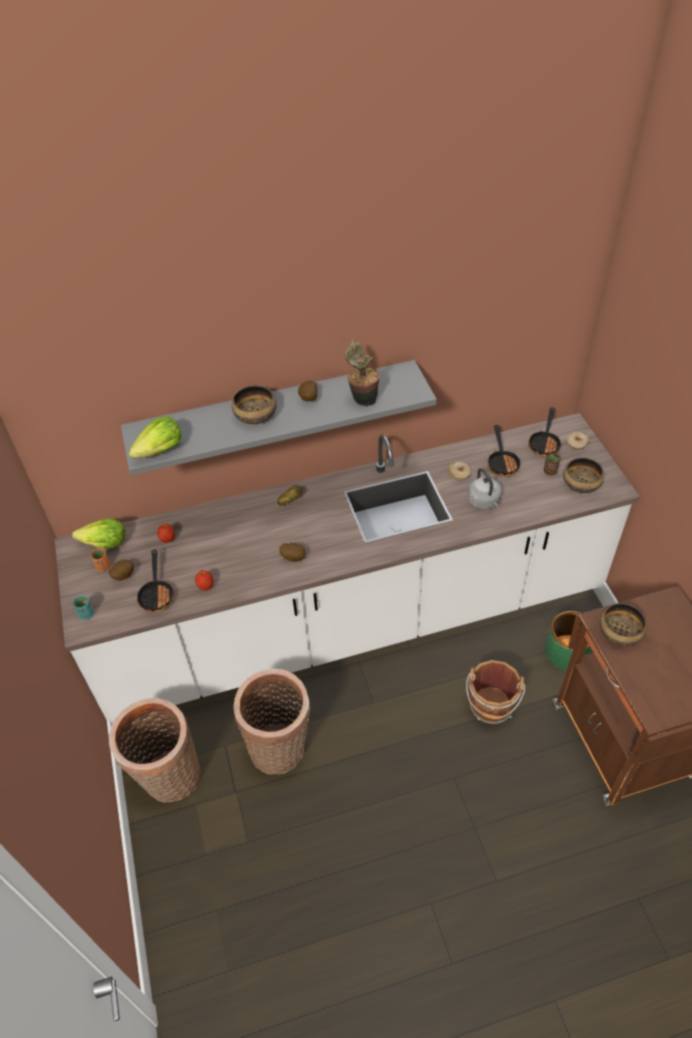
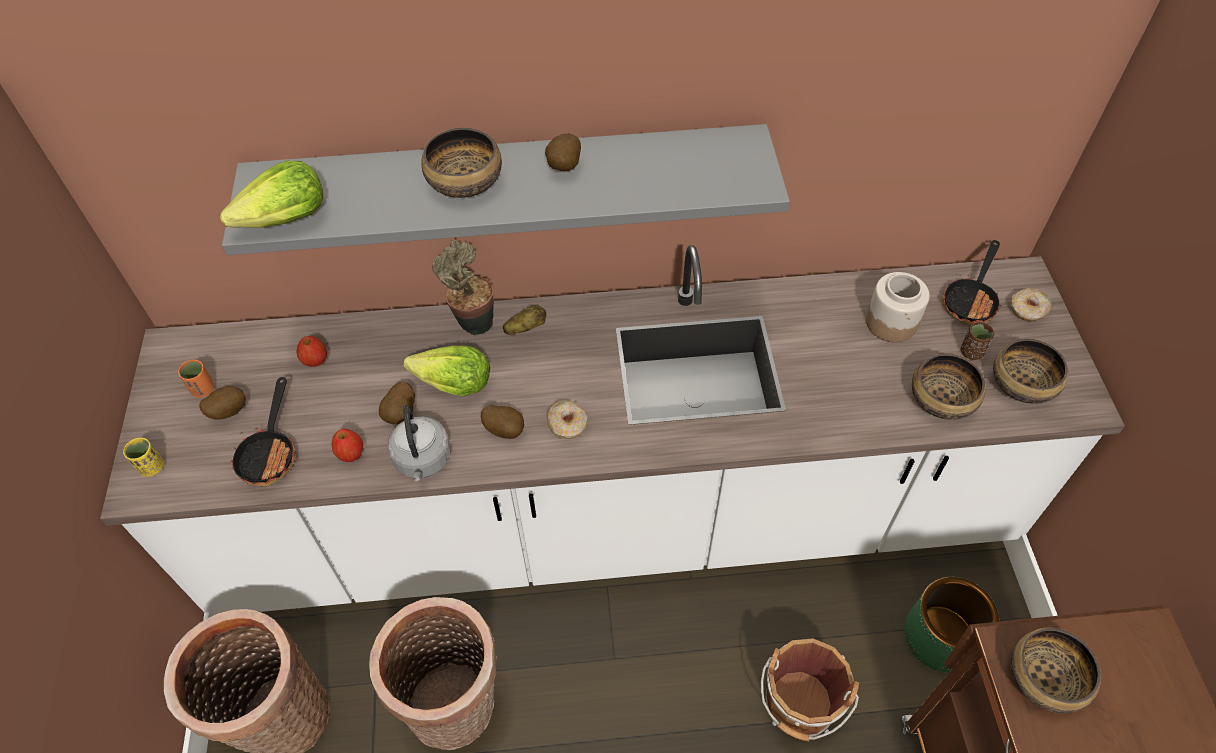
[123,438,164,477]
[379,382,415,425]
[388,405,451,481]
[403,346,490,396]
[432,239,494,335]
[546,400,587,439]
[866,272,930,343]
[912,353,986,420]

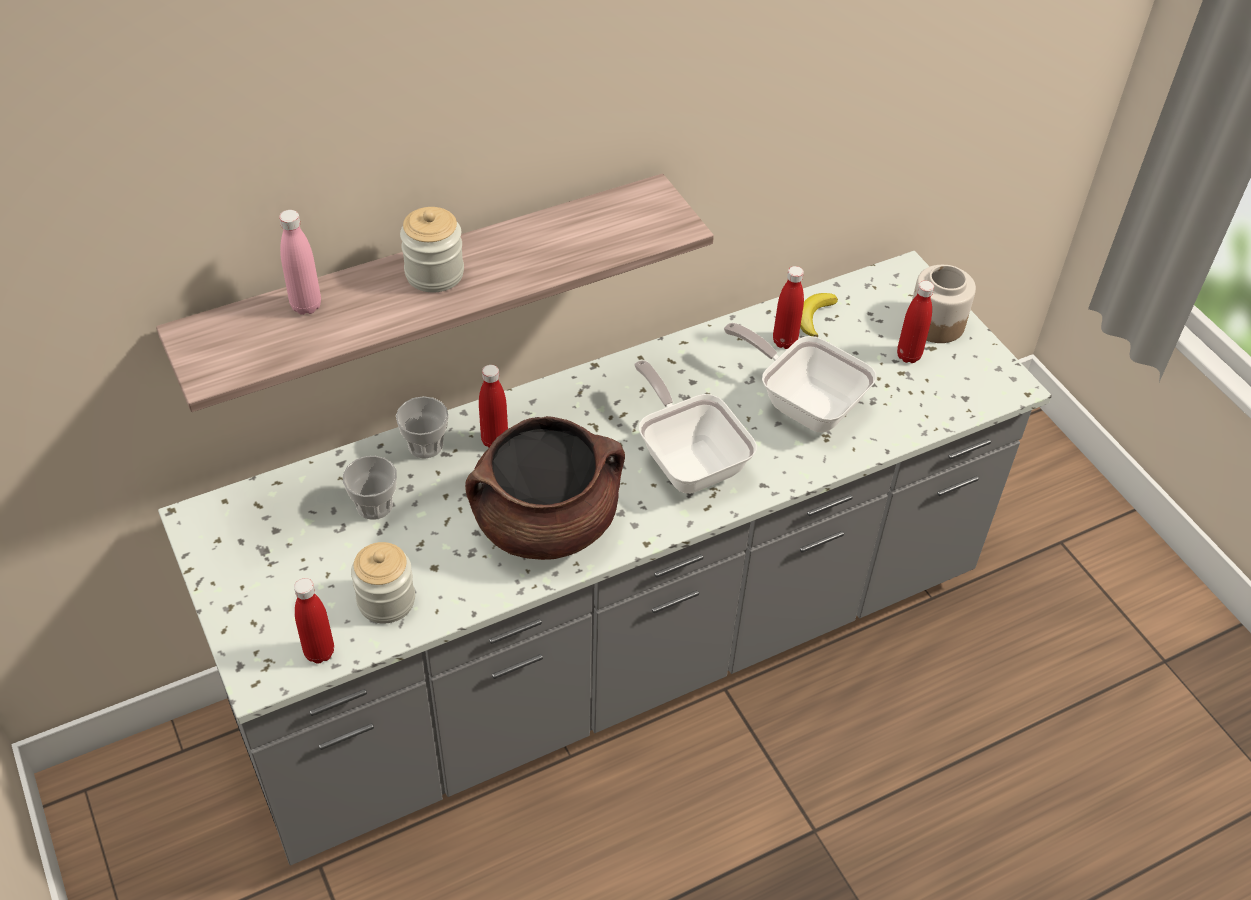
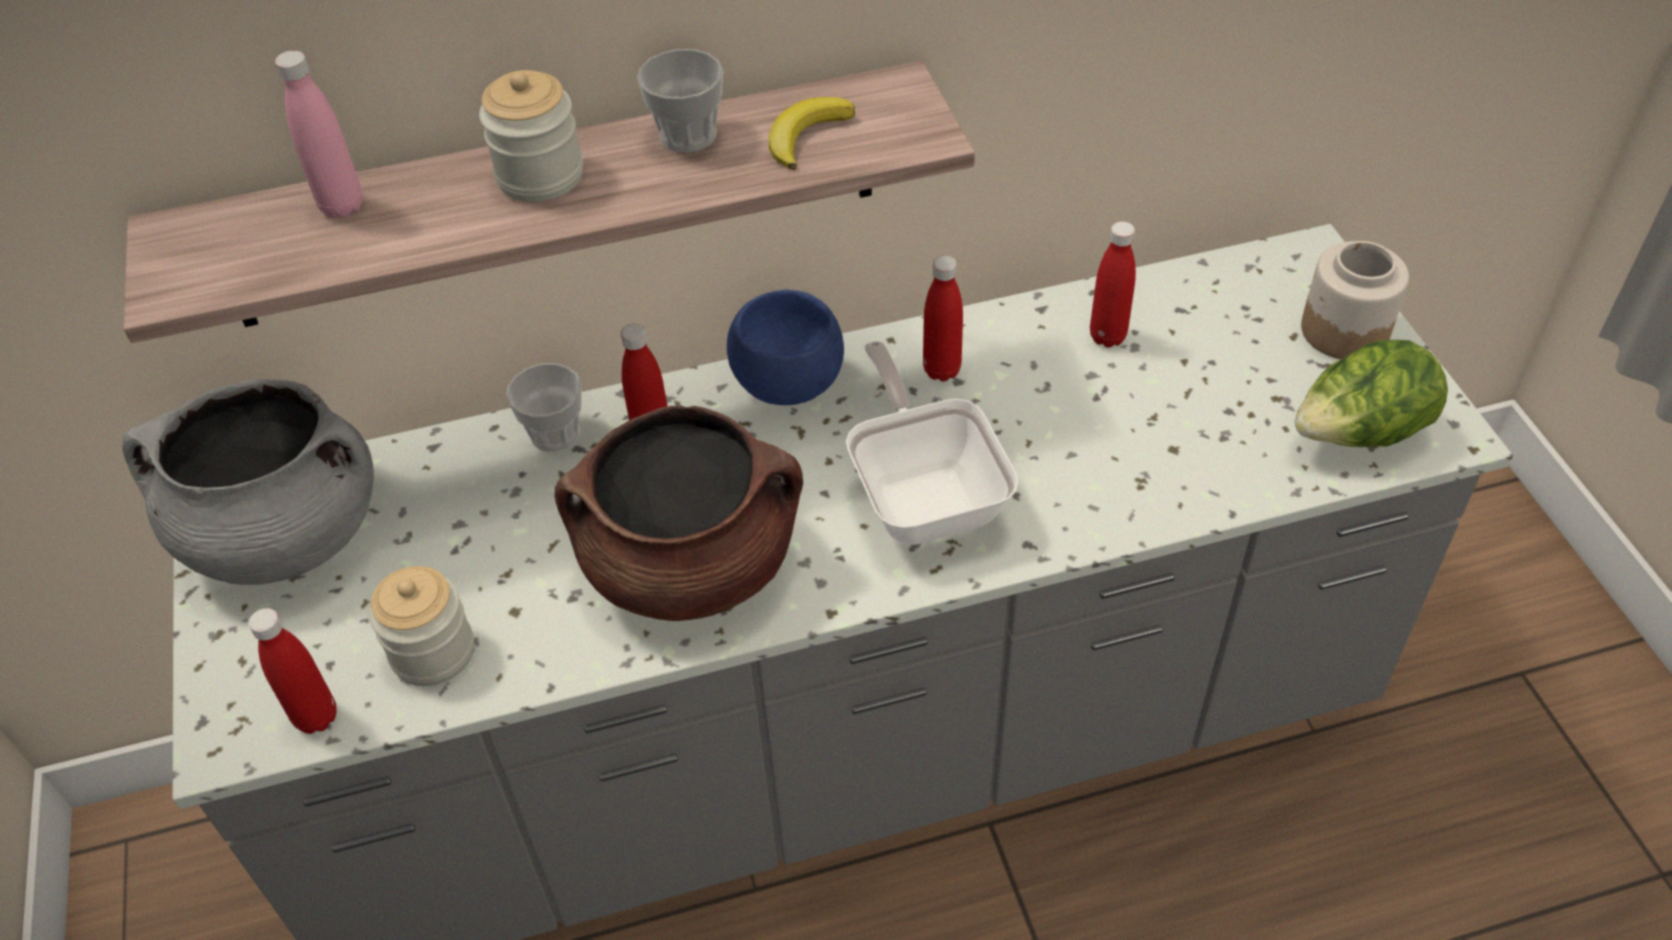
[122,379,374,585]
[637,49,723,153]
[727,289,844,405]
[769,97,855,170]
[923,255,963,381]
[1295,340,1448,447]
[724,323,876,432] (first image)

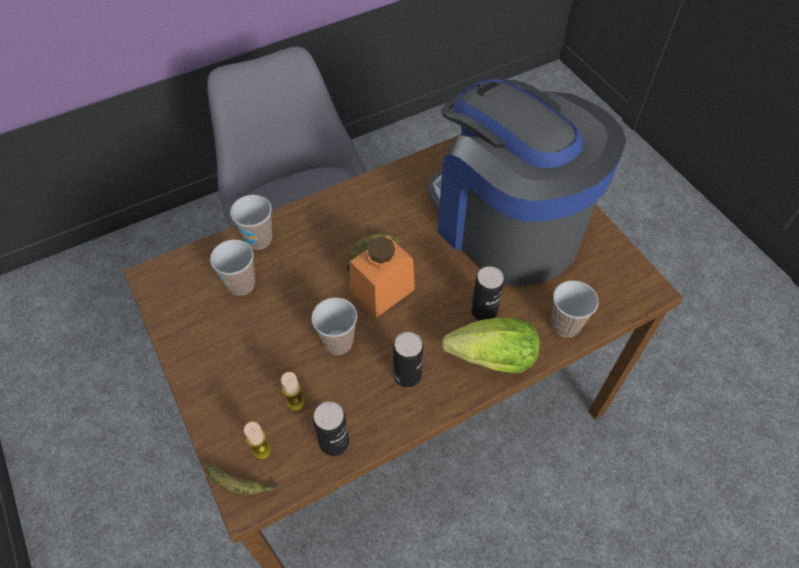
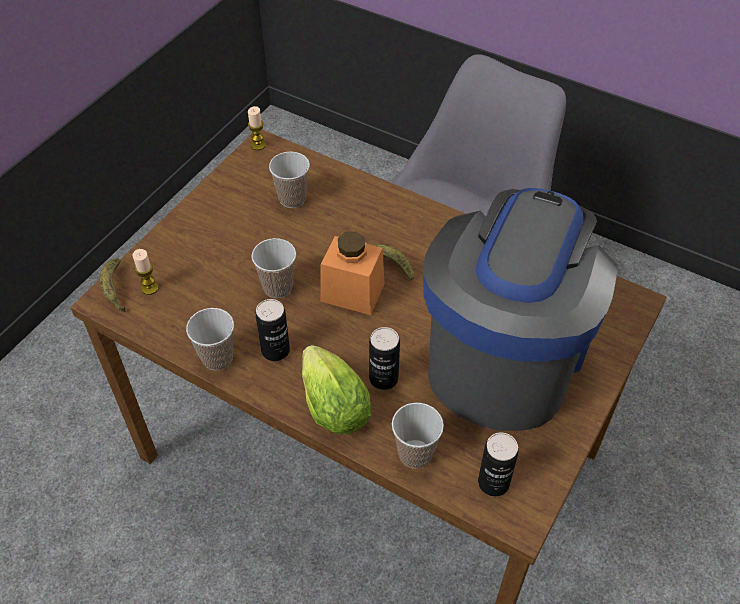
[186,308,234,371]
[248,106,266,150]
[478,433,519,496]

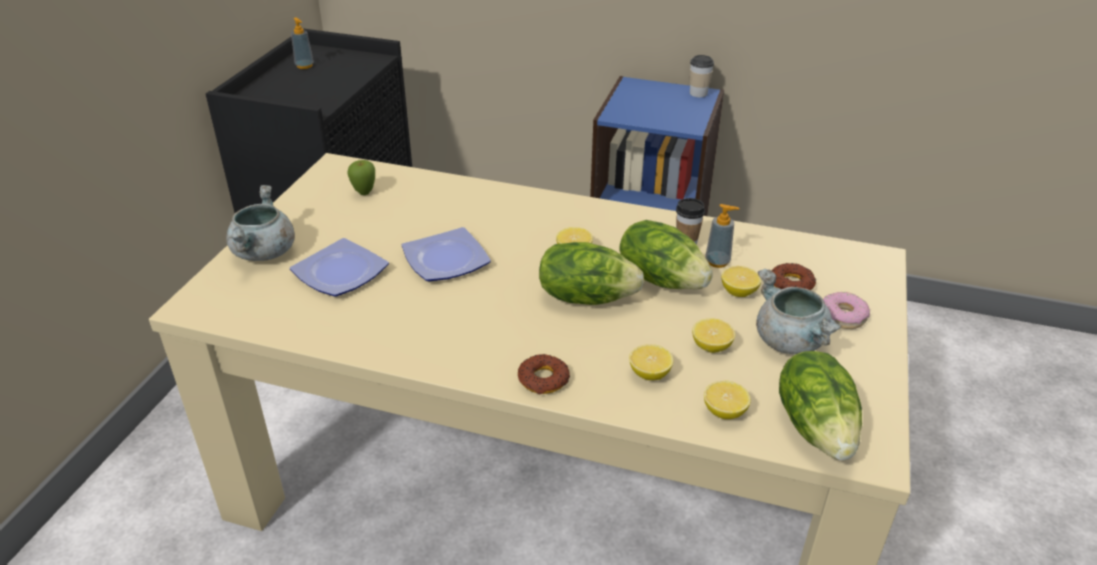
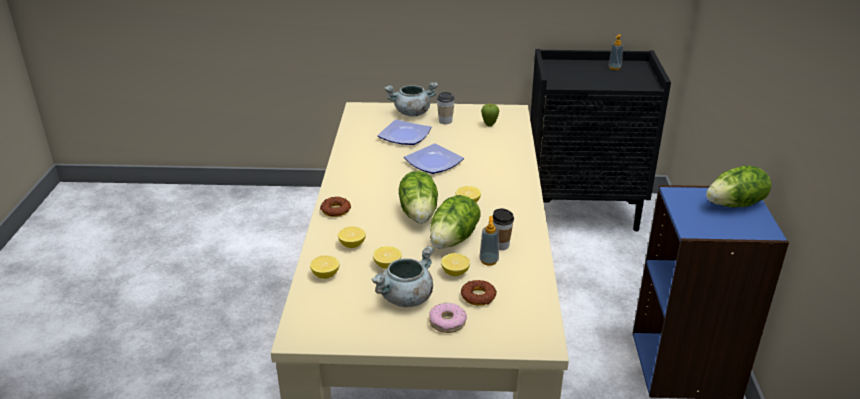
[437,92,455,124]
[706,166,772,207]

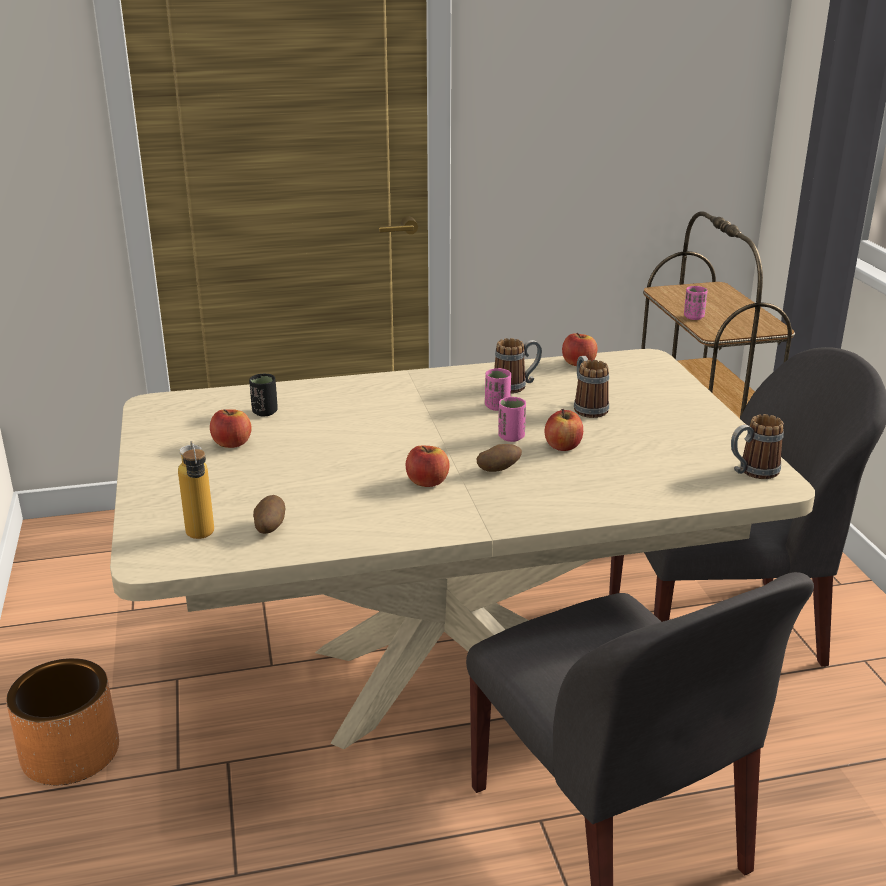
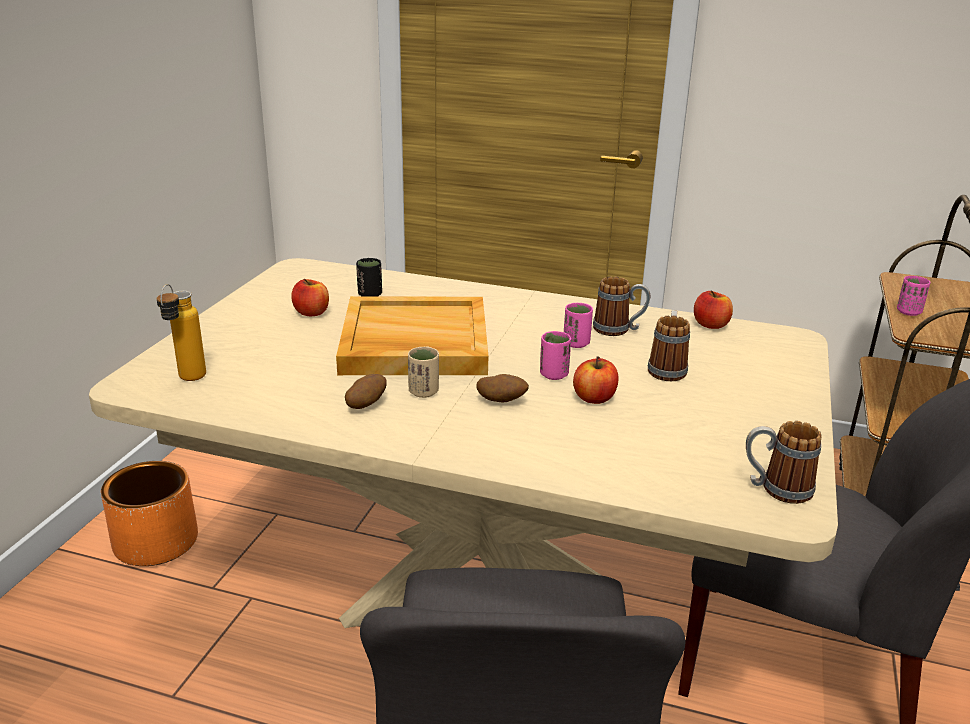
[336,296,488,375]
[345,374,386,409]
[408,347,439,398]

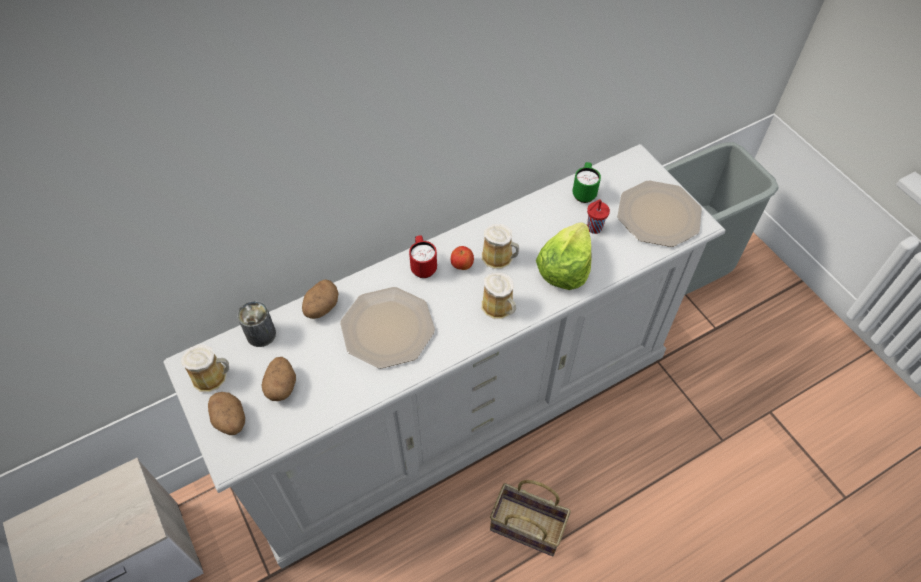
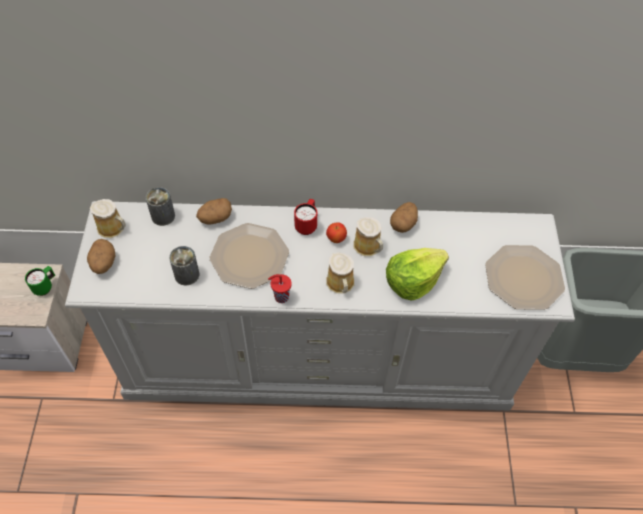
[25,266,55,296]
[169,246,199,285]
[268,274,292,303]
[390,202,418,233]
[490,480,571,556] (first image)

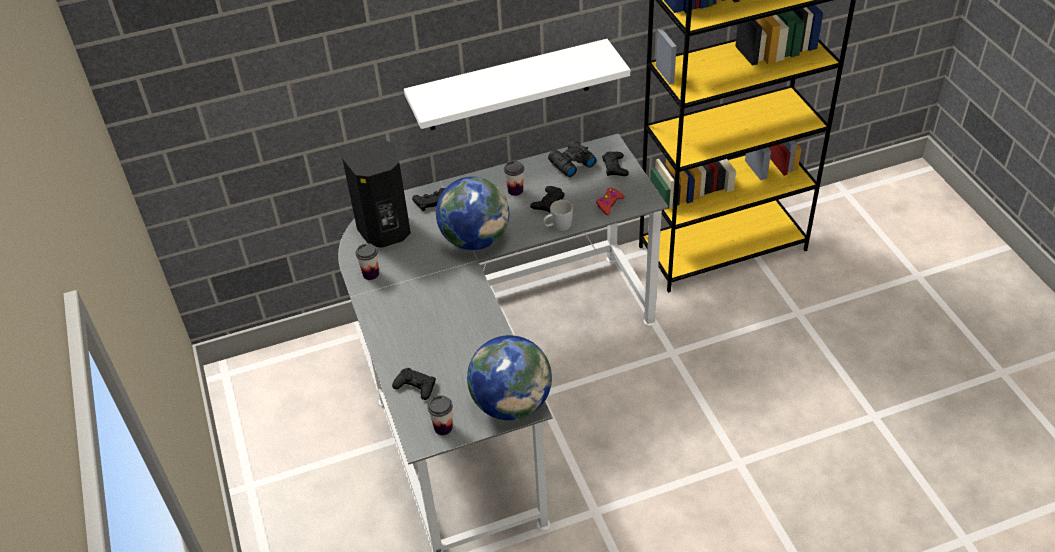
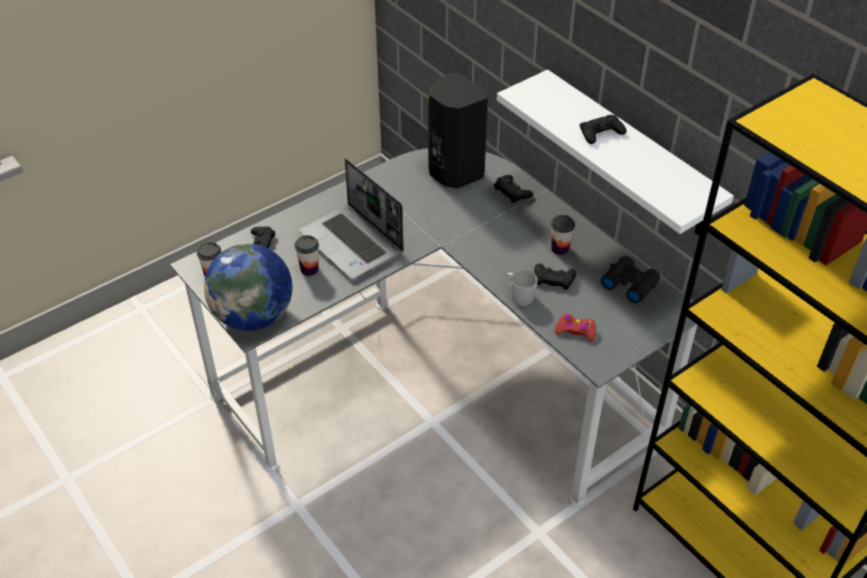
[295,235,319,276]
[299,158,404,280]
[580,115,627,144]
[436,177,509,250] (first image)

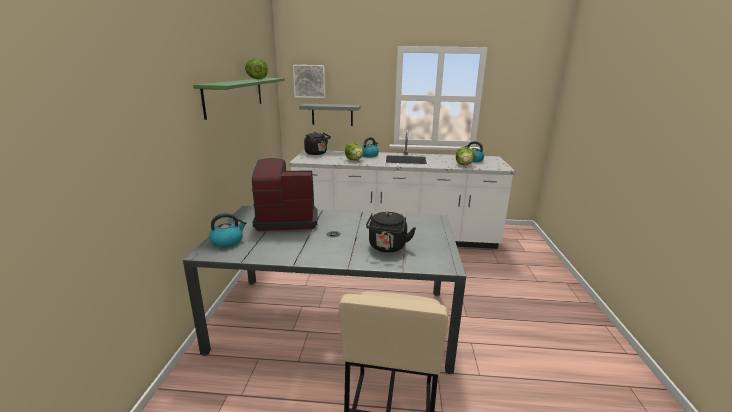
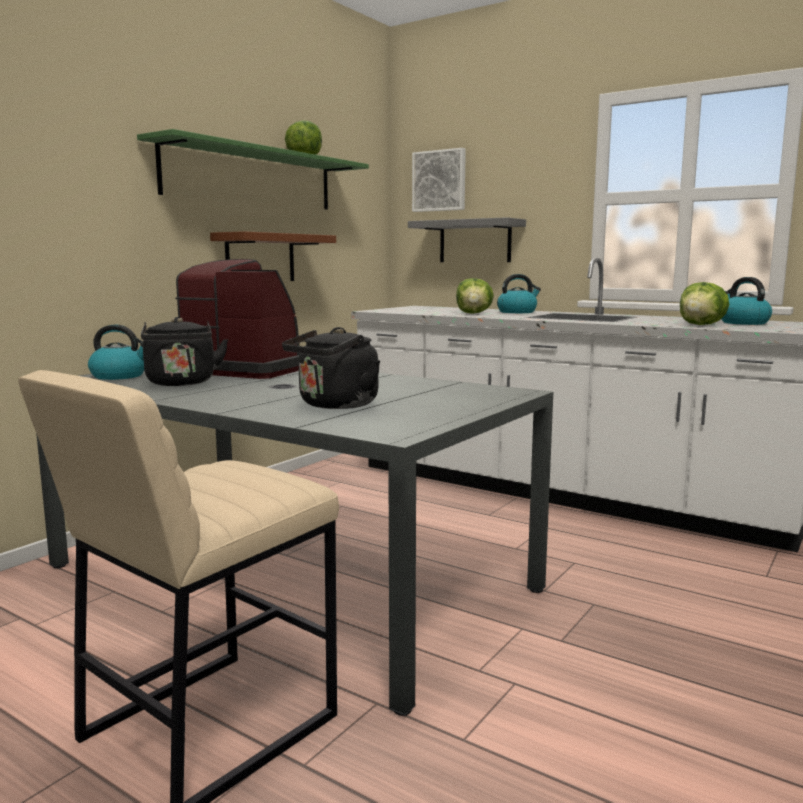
[141,317,228,386]
[210,231,336,281]

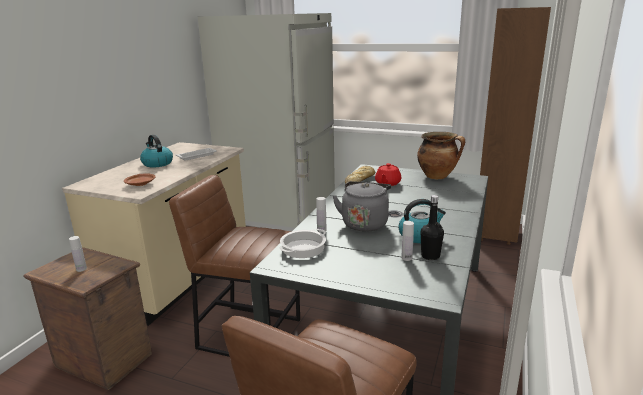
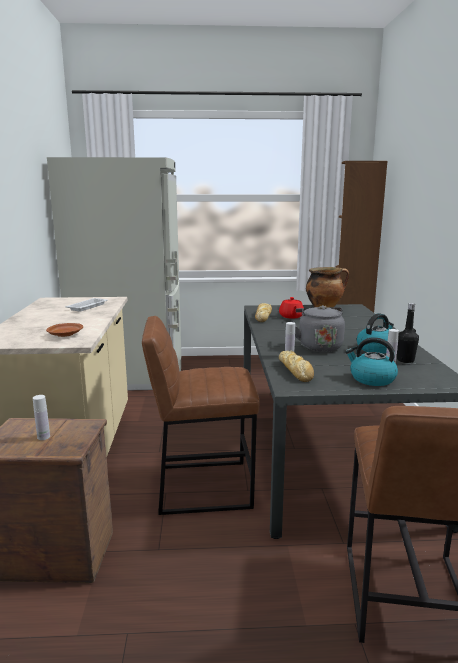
[279,351,314,382]
[345,337,398,386]

